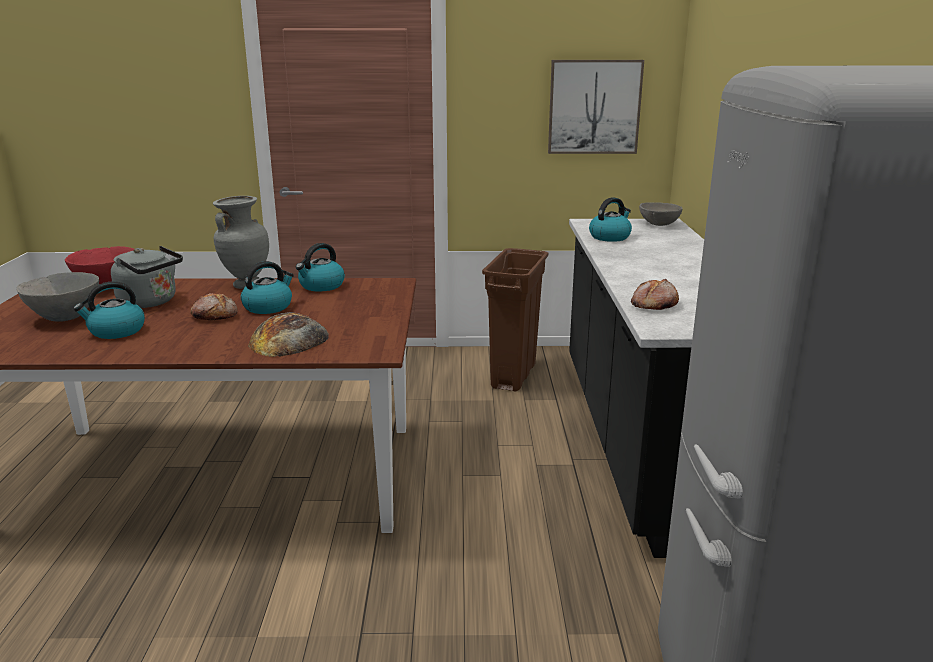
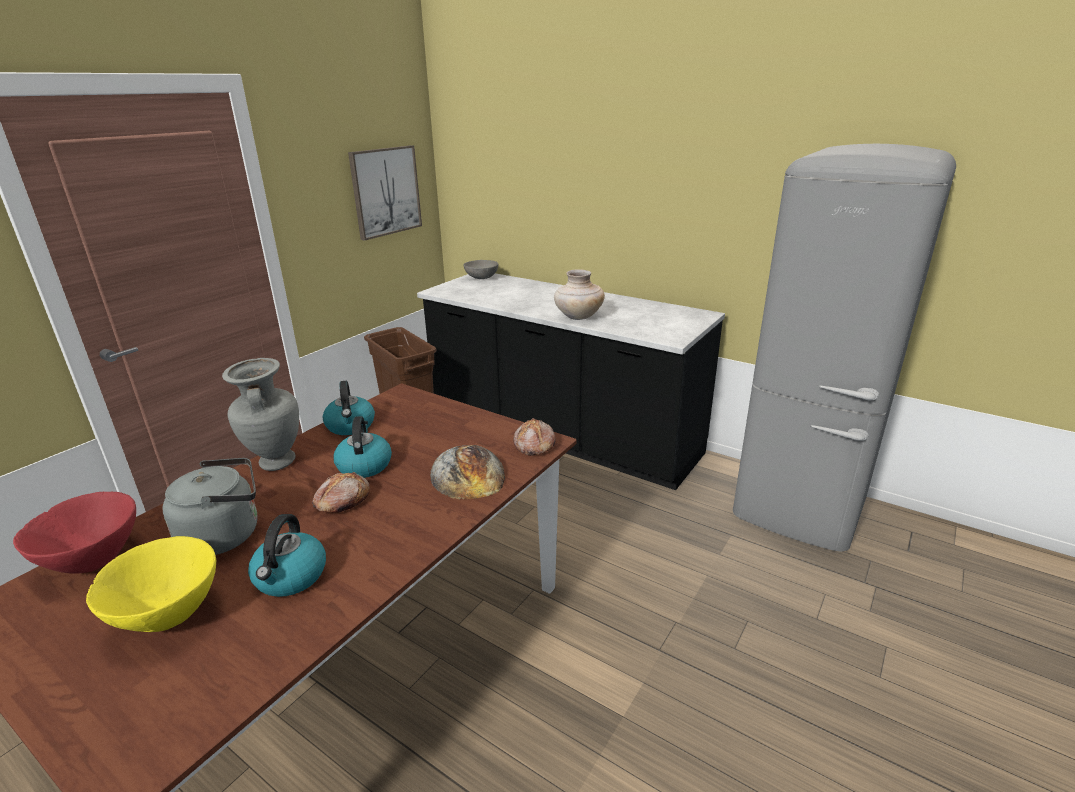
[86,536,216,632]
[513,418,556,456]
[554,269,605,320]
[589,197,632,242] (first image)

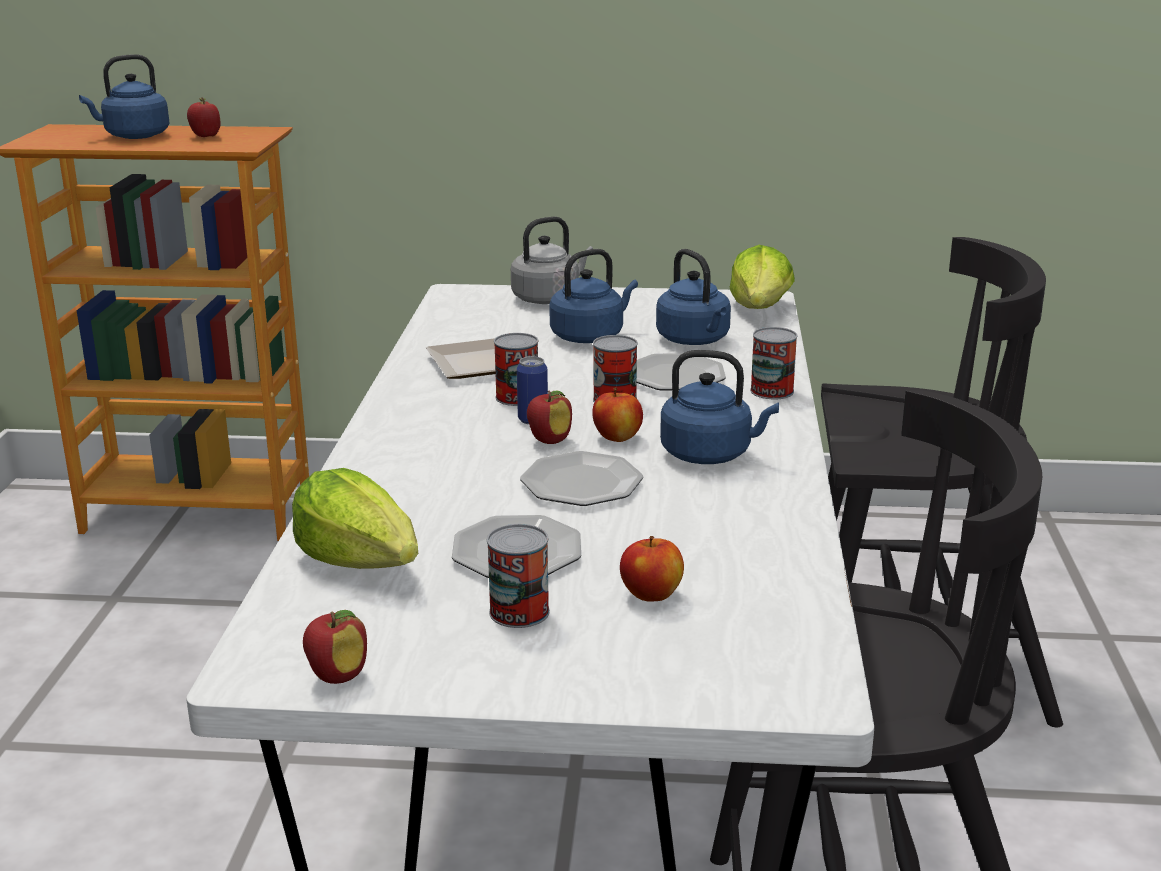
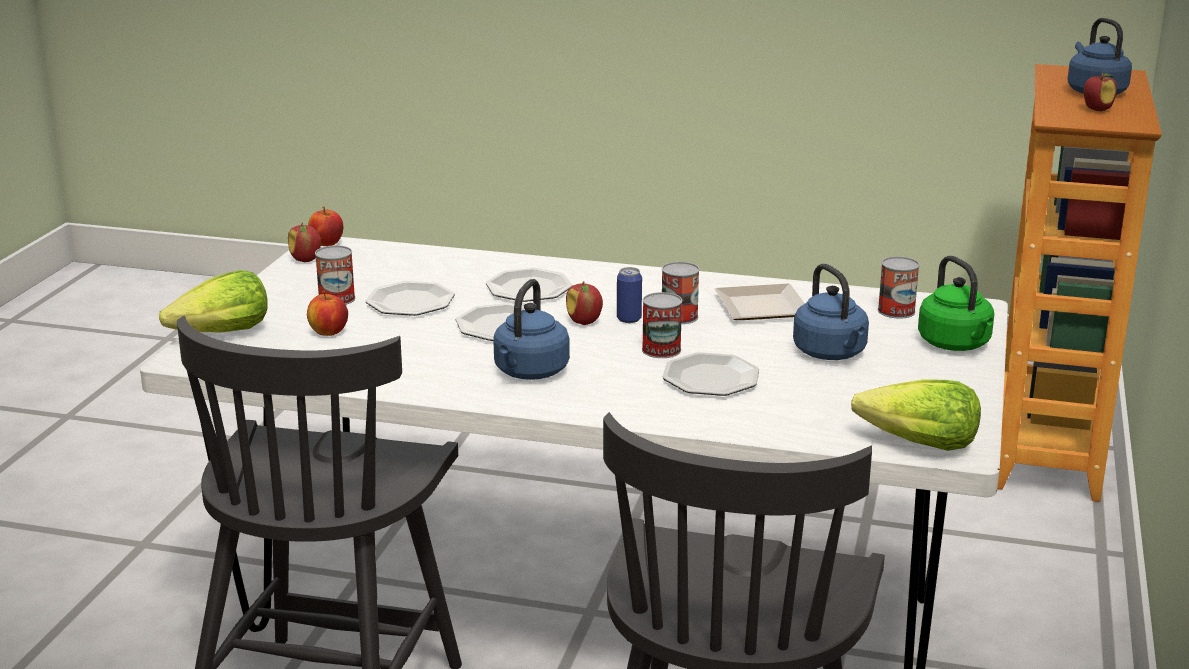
[159,270,268,333]
[308,206,343,246]
[486,268,573,302]
[878,256,920,318]
[918,256,994,351]
[656,249,731,345] (first image)

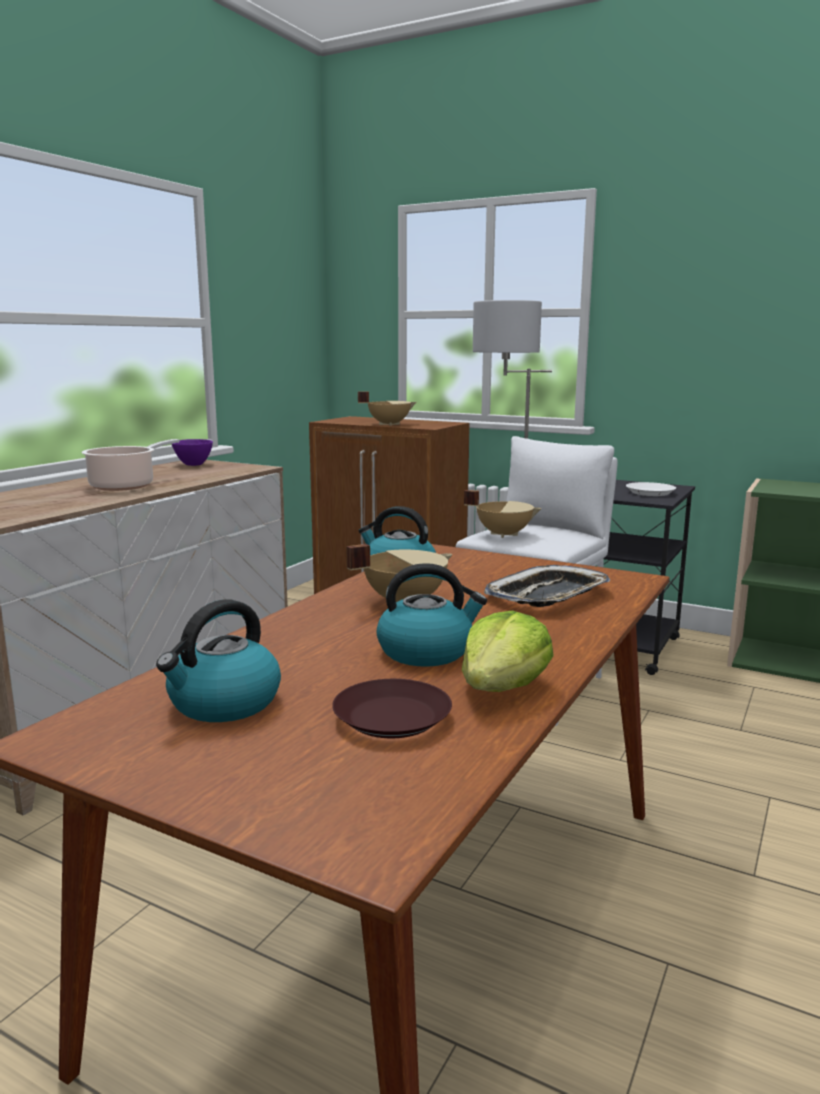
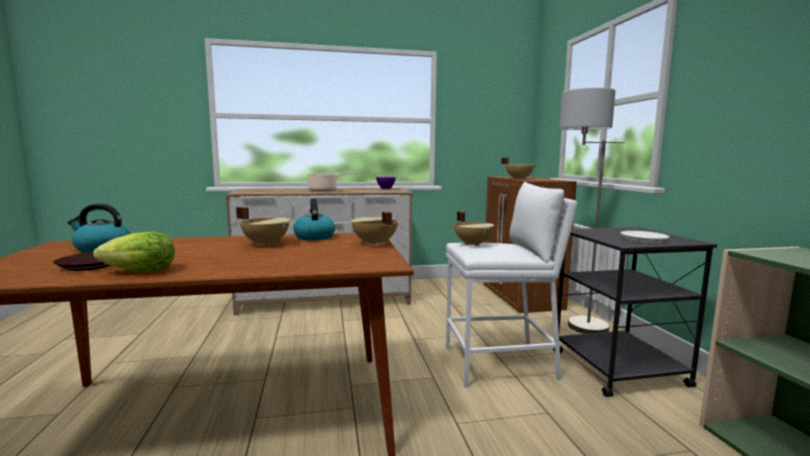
[351,211,398,246]
[377,563,487,667] (first image)
[484,565,610,607] (first image)

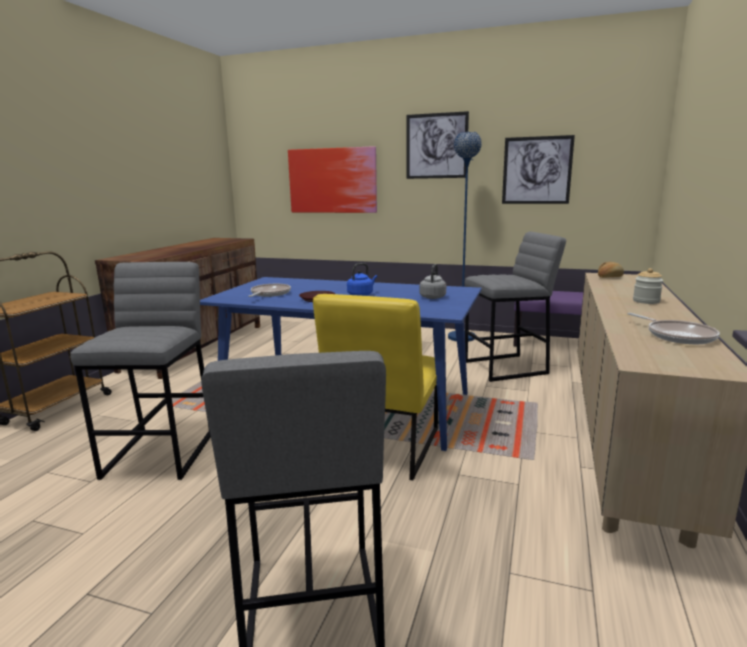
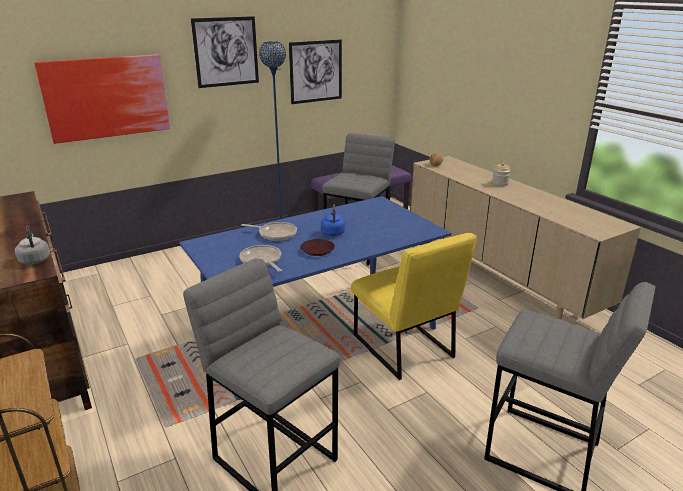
[15,225,50,265]
[241,222,297,241]

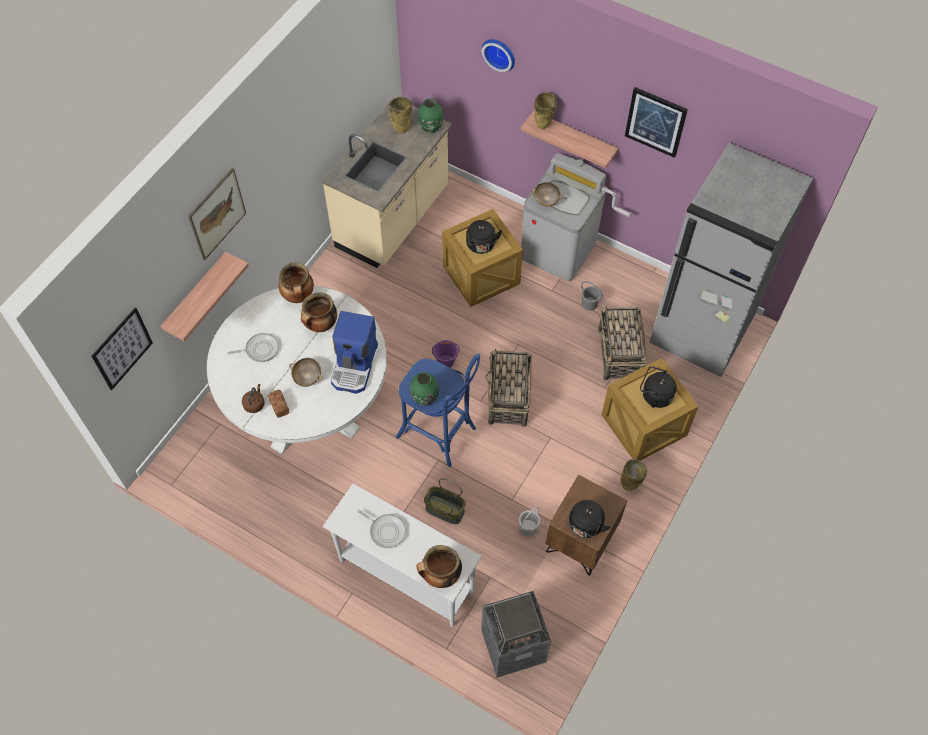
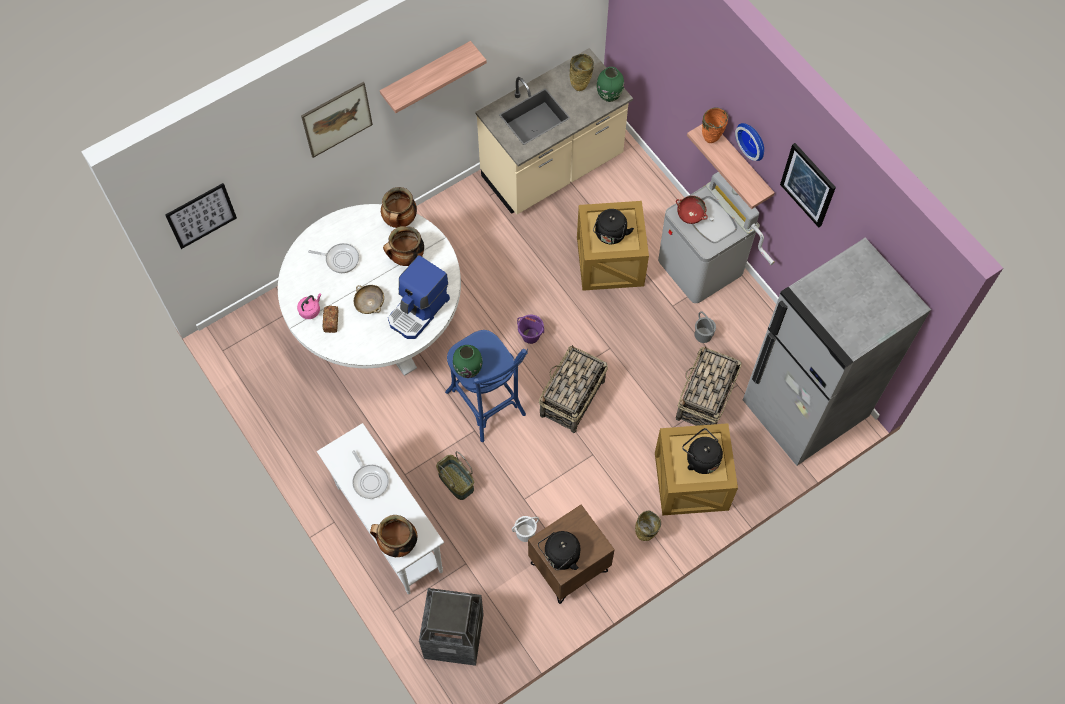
[297,293,321,319]
[380,41,487,113]
[676,196,708,224]
[702,107,728,143]
[735,123,764,161]

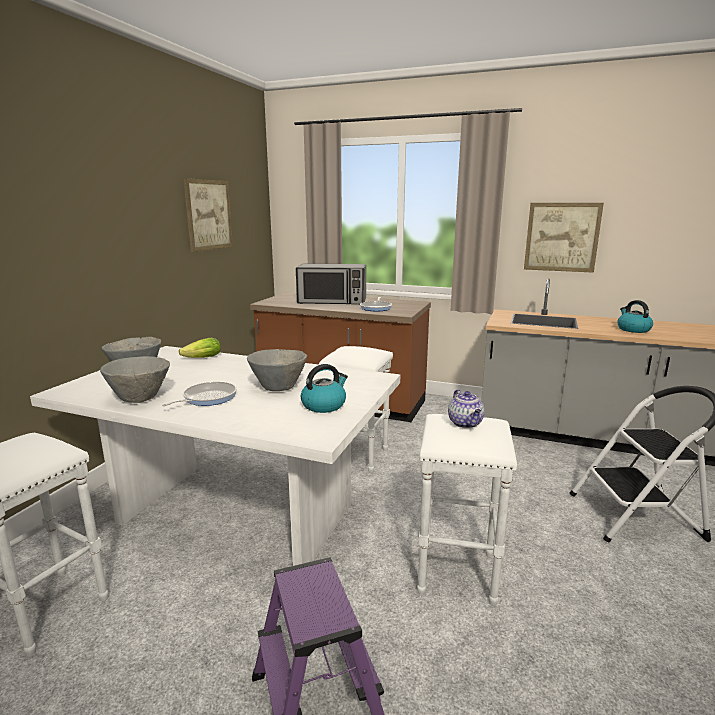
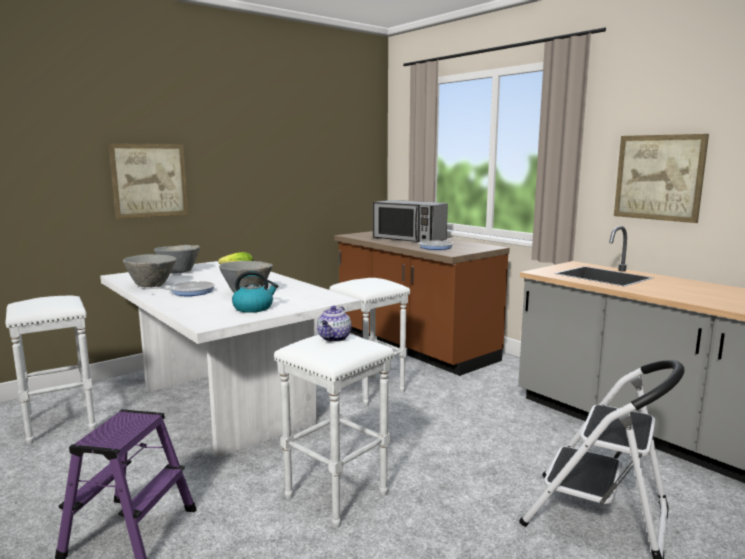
[108,143,188,219]
[617,300,653,333] (first image)

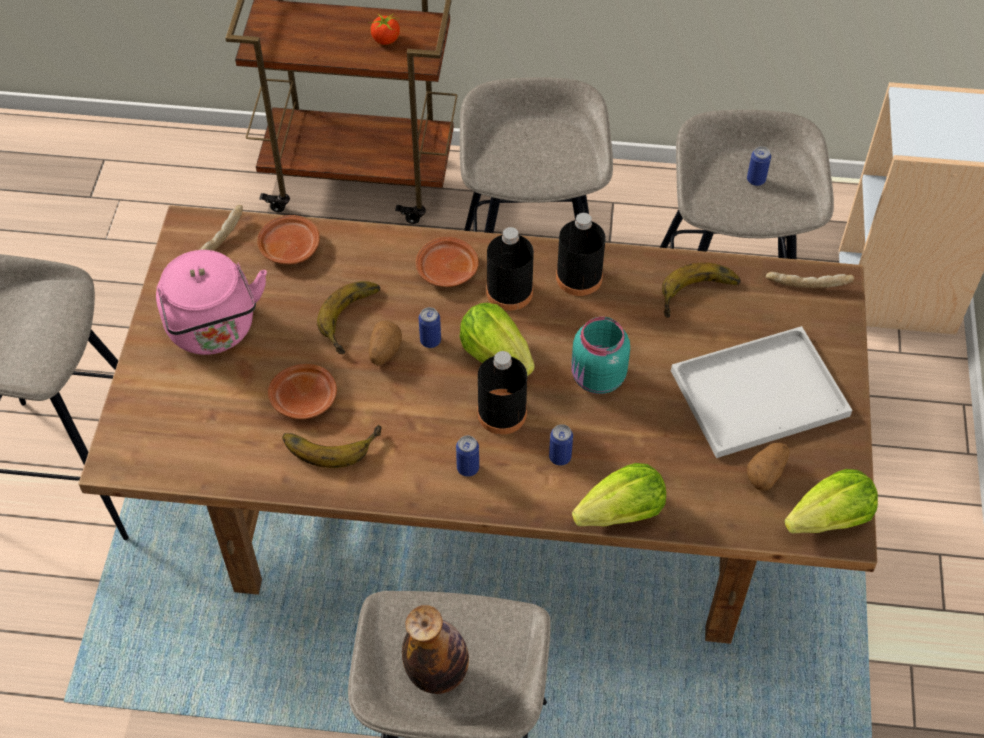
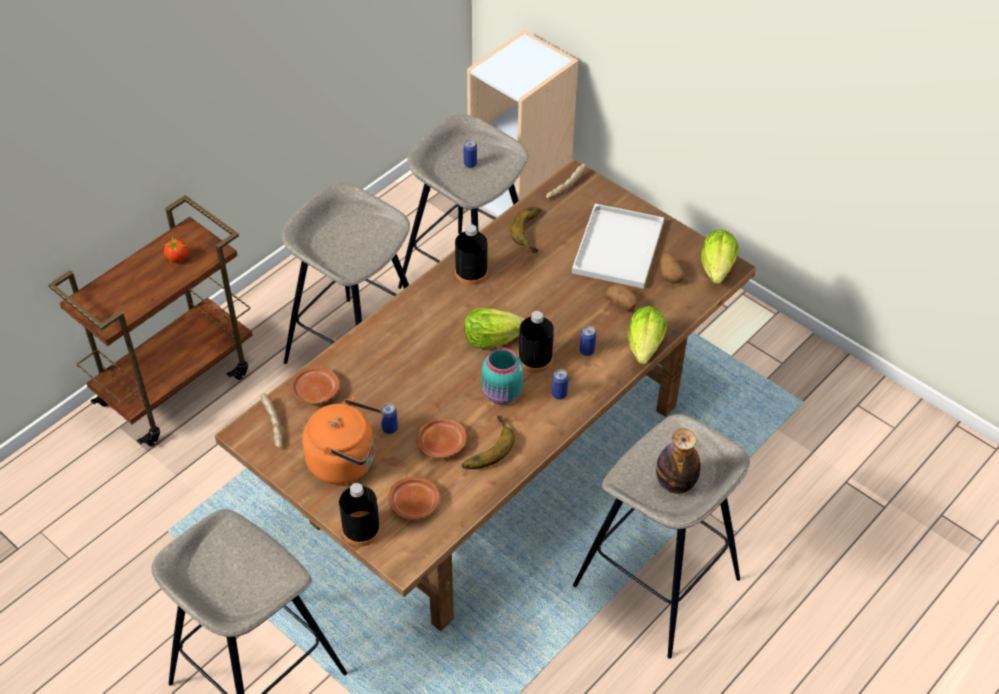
[302,396,383,484]
[339,483,380,547]
[381,403,398,434]
[388,477,439,520]
[482,348,523,404]
[606,284,637,311]
[317,281,380,354] (first image)

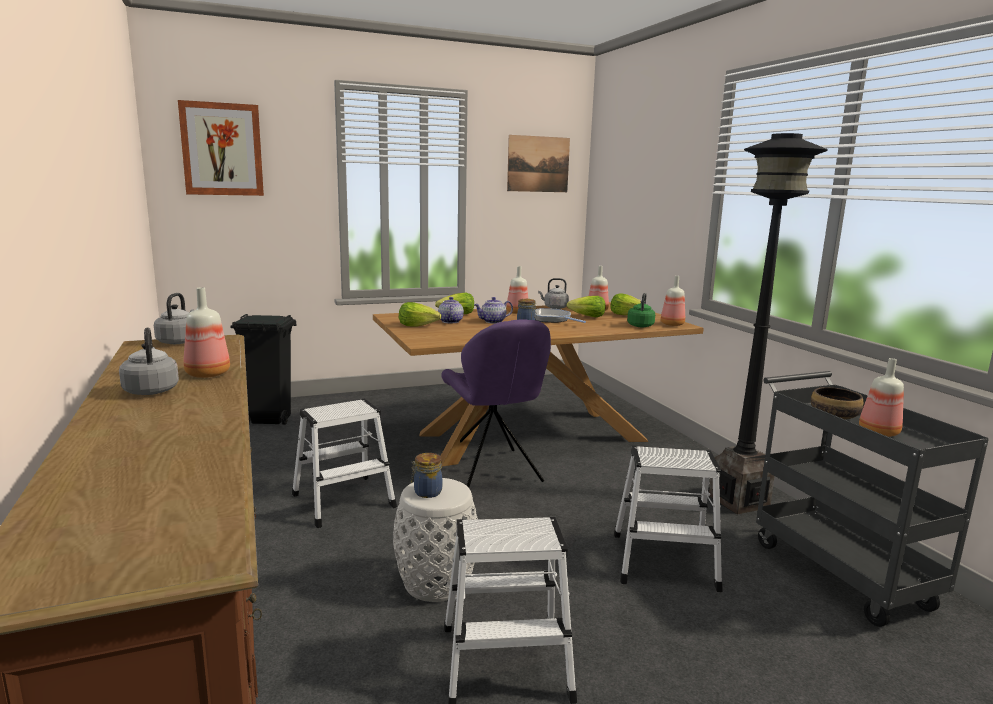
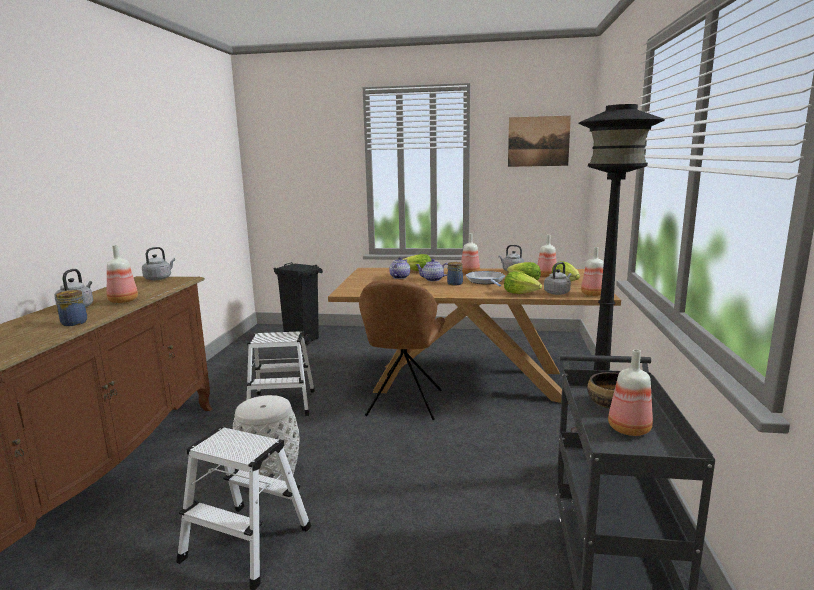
[55,290,87,326]
[359,279,445,420]
[504,272,542,294]
[544,262,571,295]
[178,100,264,196] (first image)
[614,446,722,592] (first image)

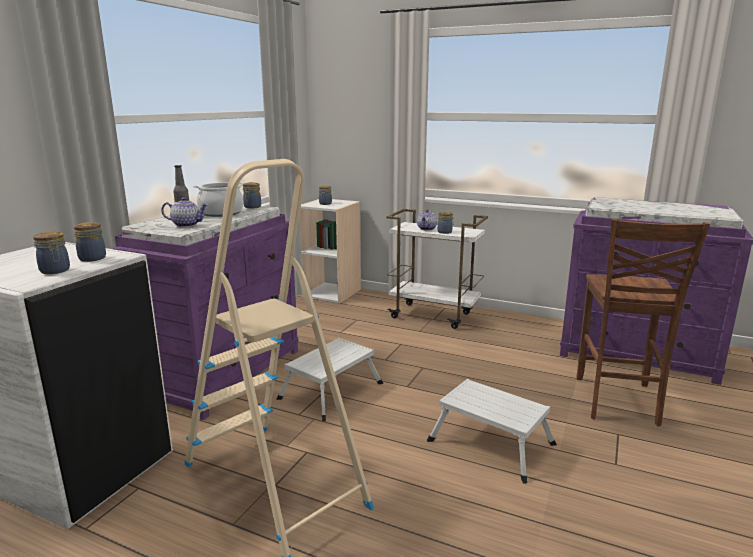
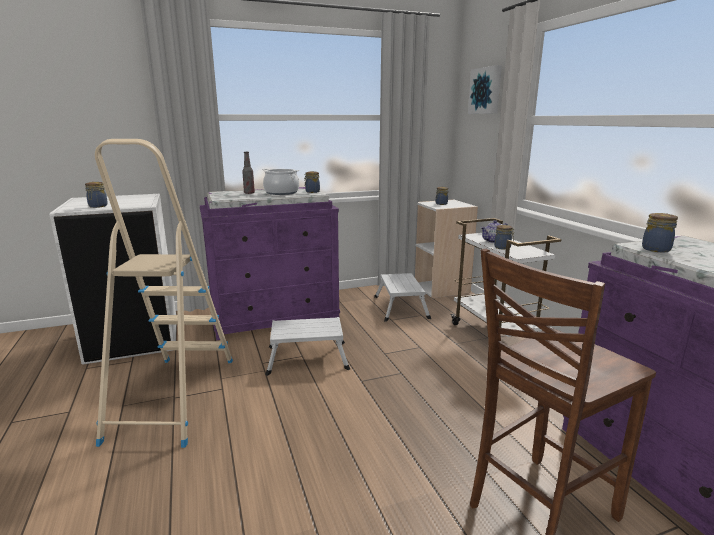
[374,273,431,322]
[468,65,502,114]
[642,213,678,252]
[161,197,207,227] (first image)

